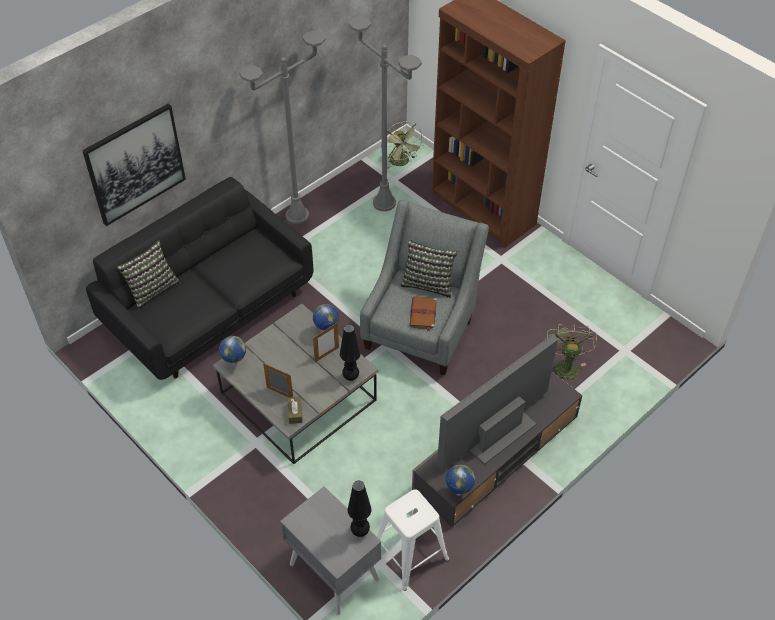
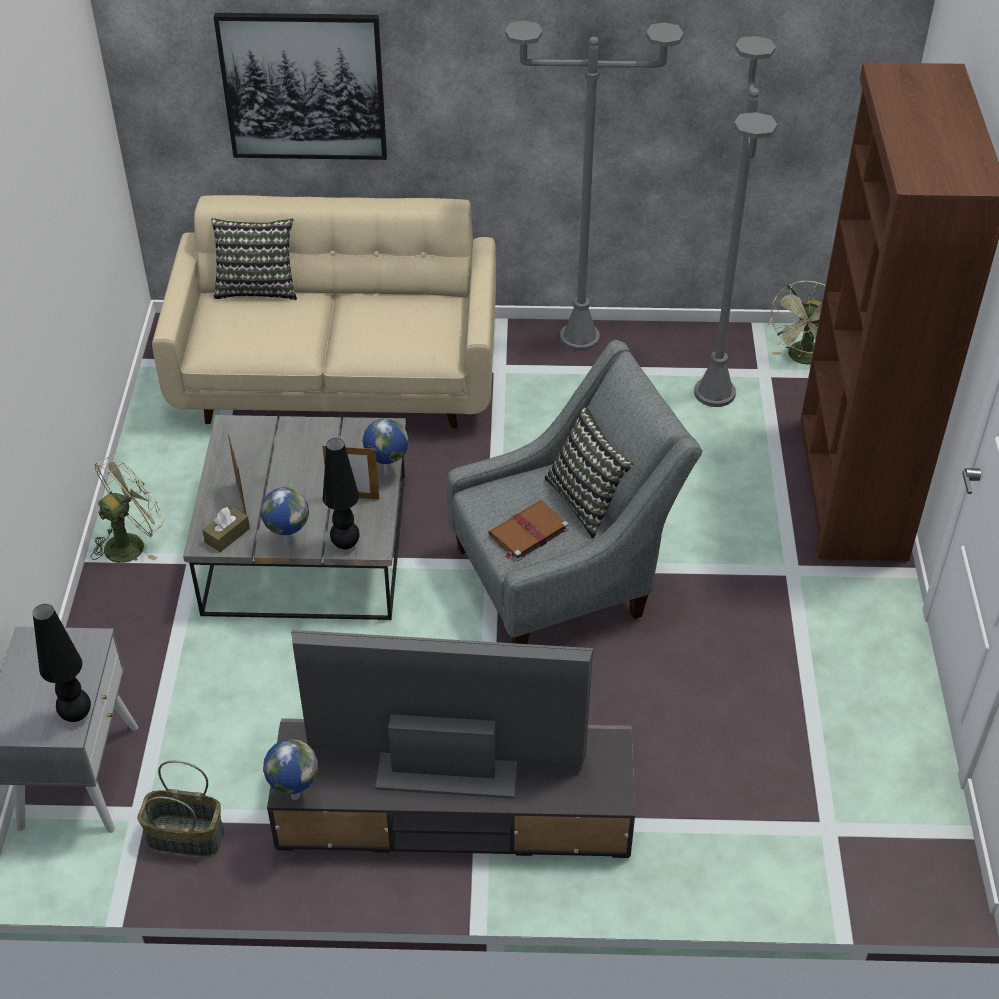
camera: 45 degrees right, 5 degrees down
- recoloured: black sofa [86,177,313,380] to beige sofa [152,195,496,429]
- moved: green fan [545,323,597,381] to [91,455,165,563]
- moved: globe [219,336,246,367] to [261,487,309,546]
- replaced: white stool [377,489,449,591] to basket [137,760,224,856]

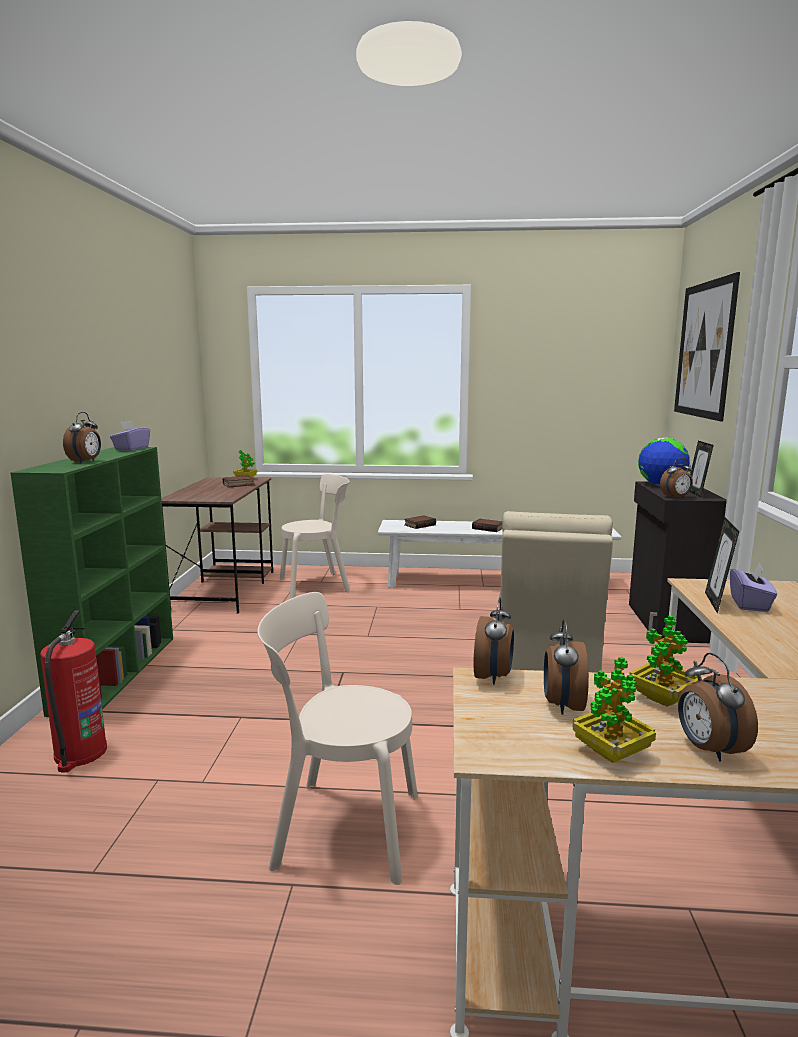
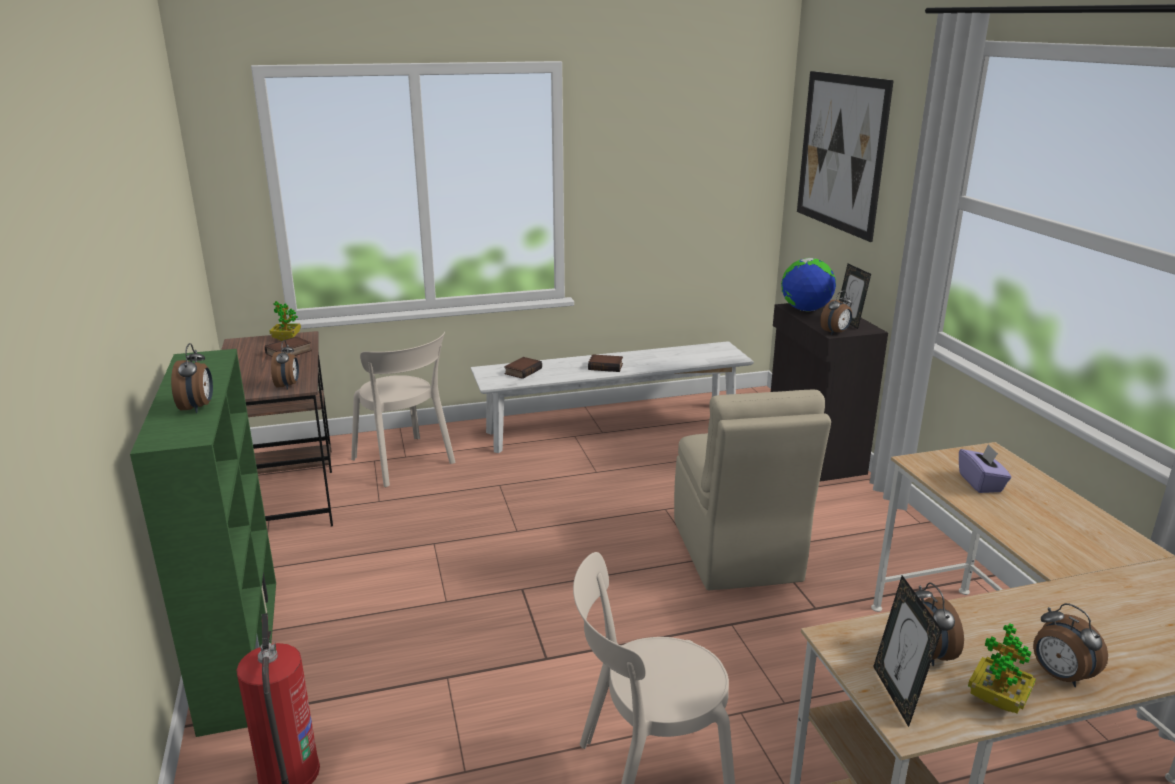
camera: 20 degrees left, 10 degrees up
- removed: purple tissue box [110,420,150,451]
- turned: beige chair [280,474,350,599] = [351,332,456,487] 90 degrees clockwise
- moved: picture frame [705,517,739,614] to [873,575,942,727]
- moved: alarm clock [474,598,514,685] to [271,340,299,390]
- removed: potted plant [629,615,698,707]

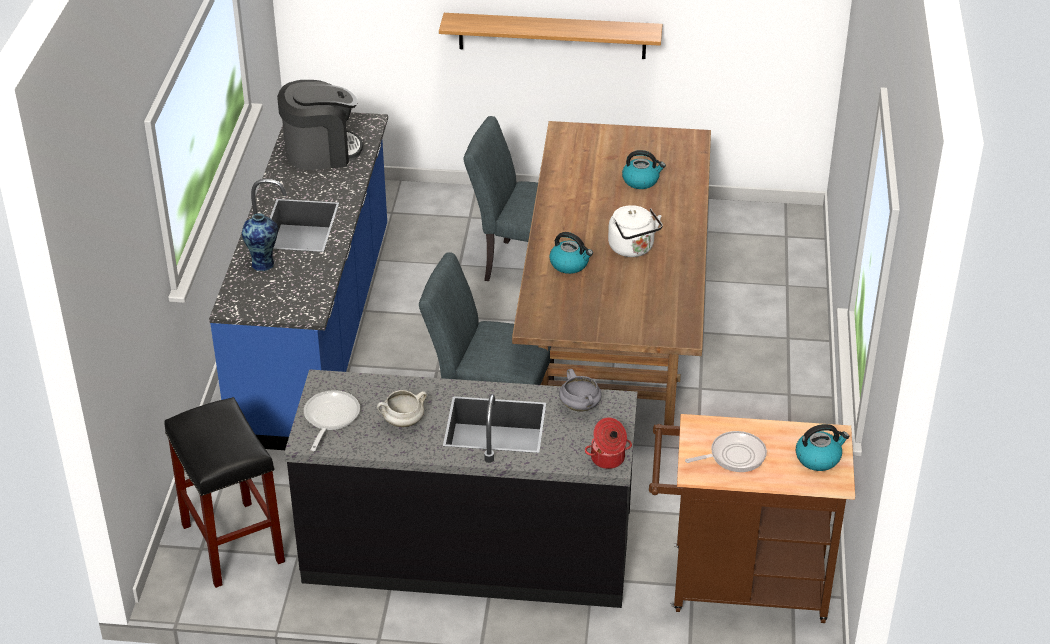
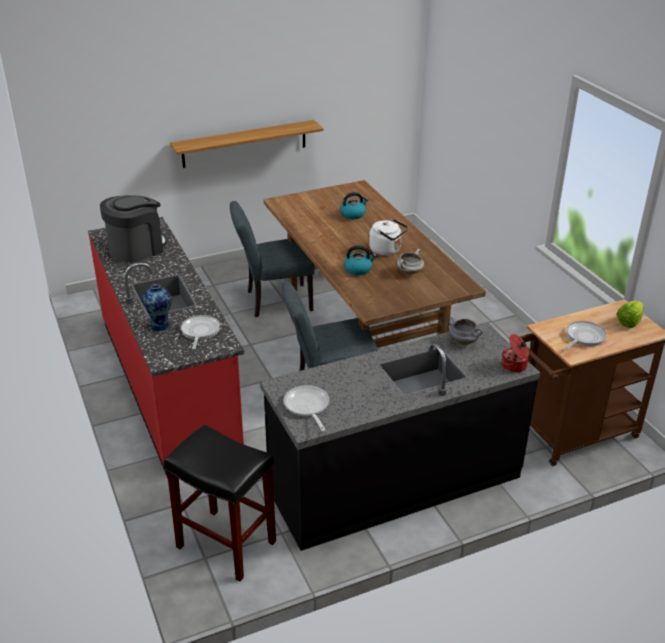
camera: 30 degrees left, 5 degrees down
- recoloured: blue counter [209,112,388,450] to red counter [88,217,244,478]
- moved: white cooking pot [377,390,427,427] to [397,249,424,274]
- replaced: kettle [796,424,849,471] to lettuce [617,301,644,328]
- added: frying pan [181,315,220,349]

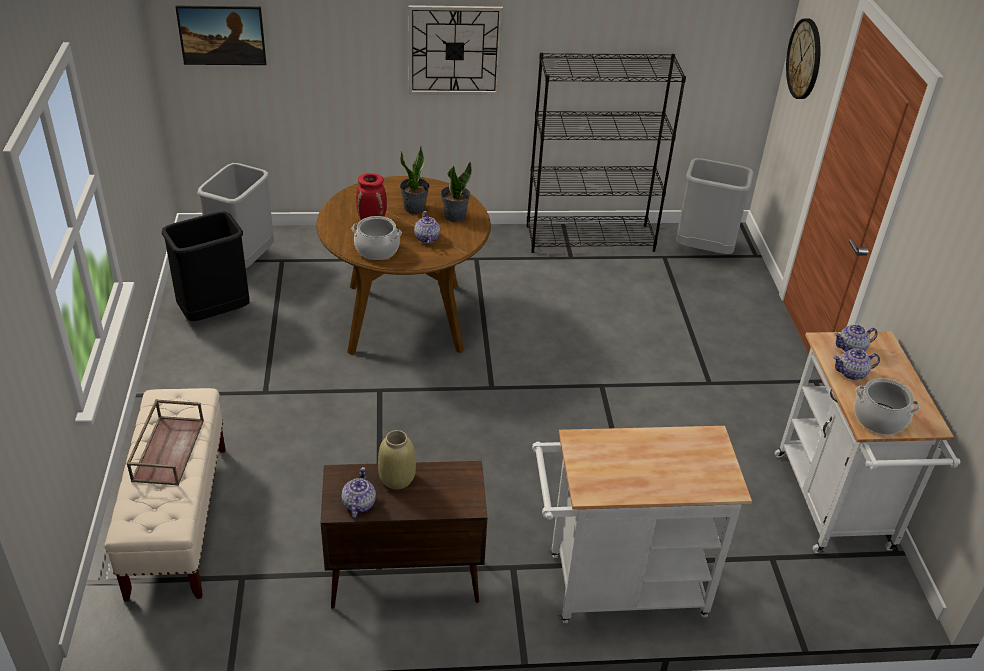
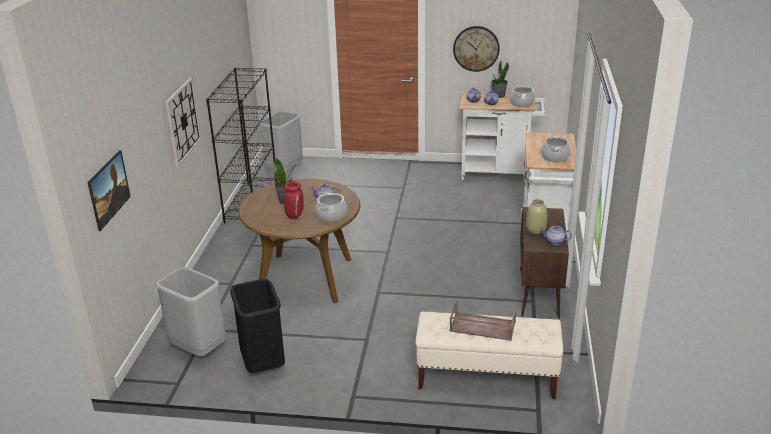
camera: 75 degrees left, 10 degrees down
- moved: wall clock [786,18,821,99] to [453,26,500,72]
- moved: potted plant [441,162,472,222] to [491,61,509,98]
- added: cooking pot [541,137,571,162]

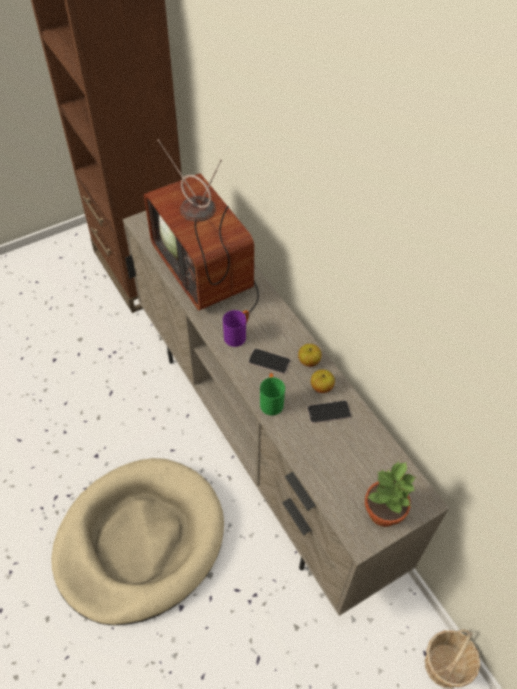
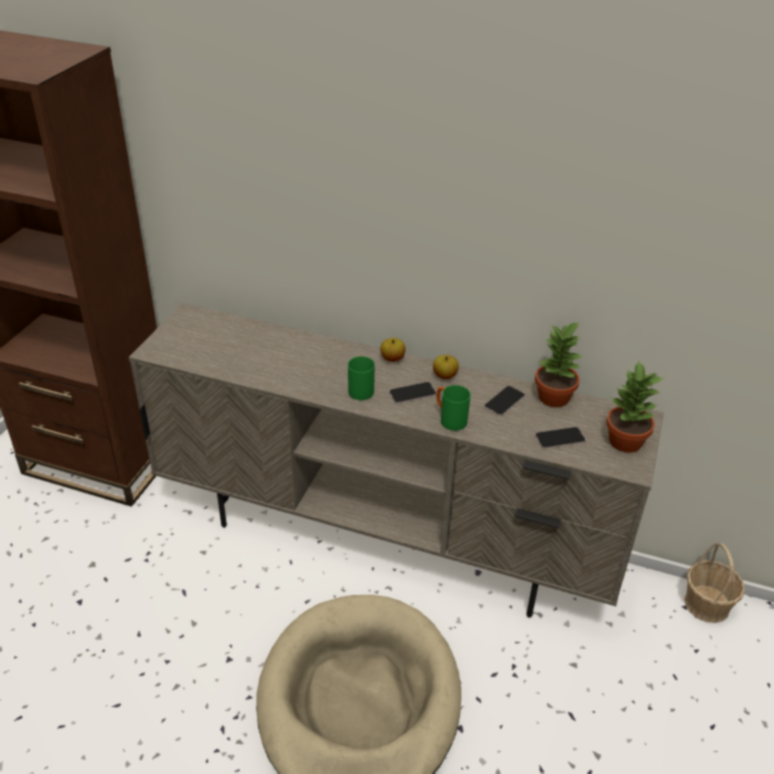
camera: 40 degrees left, 15 degrees down
- removed: television [144,139,259,316]
- recoloured: purple mug [223,310,249,347] to green mug [348,355,375,400]
- moved: apple [311,369,335,393] to [380,338,406,362]
- added: potted plant [535,321,581,407]
- added: phone [535,427,586,449]

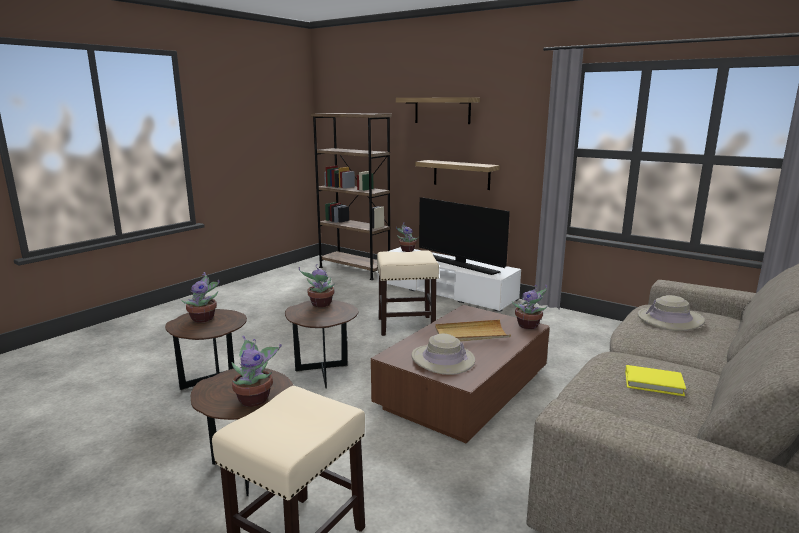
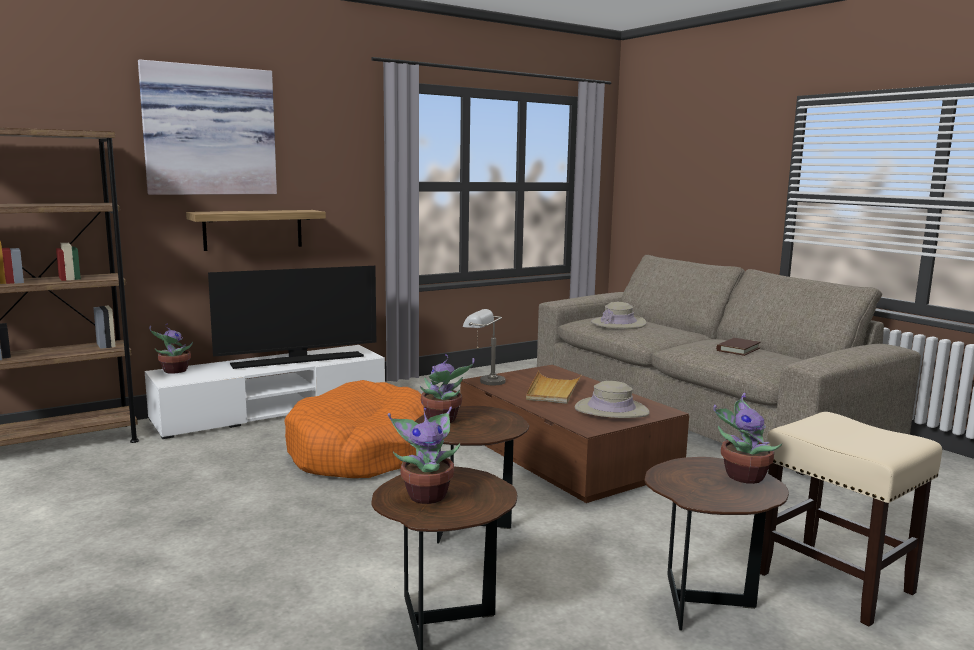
camera: 70 degrees left, 5 degrees down
- replaced: shelf [396,97,480,124] to picture [138,59,277,195]
- replaced: beige stool [377,250,439,336] to orange dog bed [284,380,425,478]
- removed: potted plant [512,285,548,329]
- recoloured: yellow book [625,365,686,396] to brown book [716,338,761,356]
- added: grey table lamp [463,309,505,385]

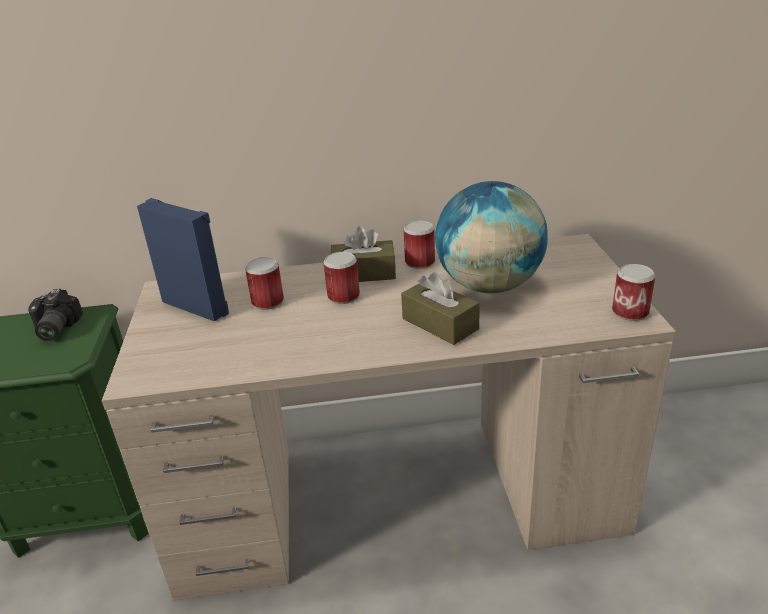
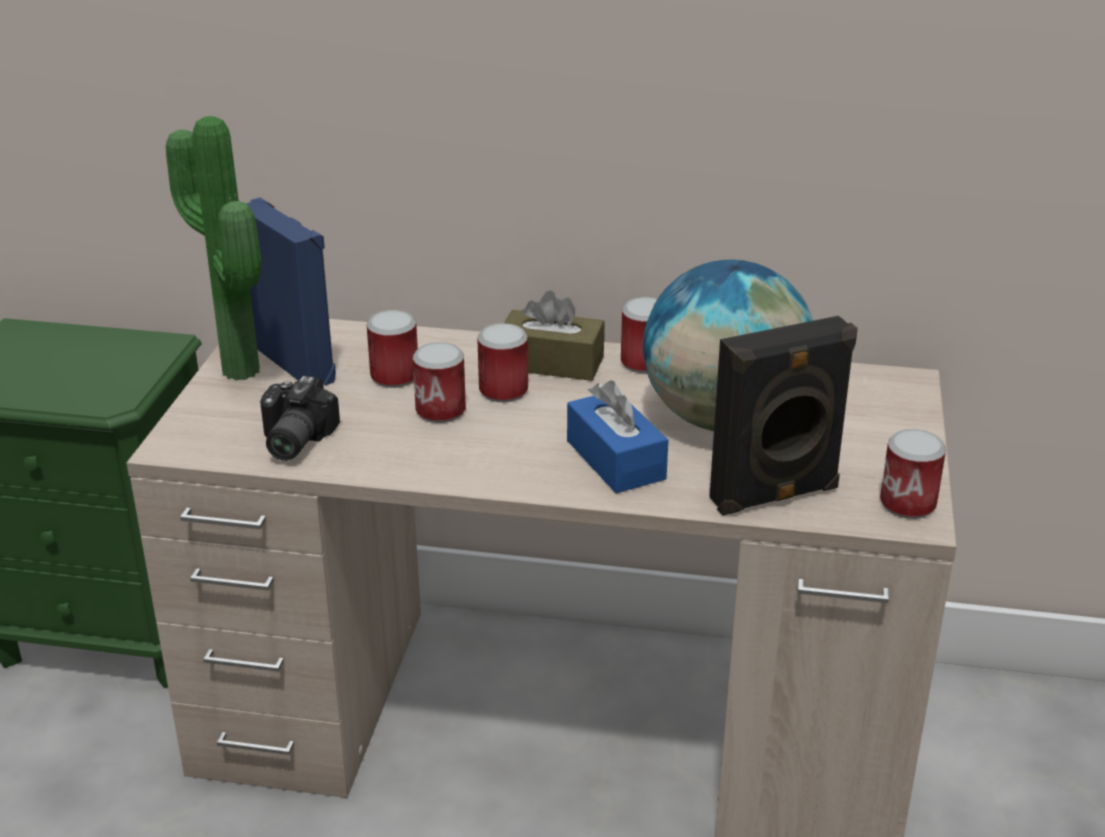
camera: 15 degrees right, 0 degrees up
- recoloured: brown tissue box [401,271,480,345] to blue tissue box [567,380,668,493]
- moved: photo camera [28,289,83,341] to [260,376,340,461]
- added: potted plant [166,116,261,380]
- added: black speaker [709,316,858,516]
- added: can [413,342,466,423]

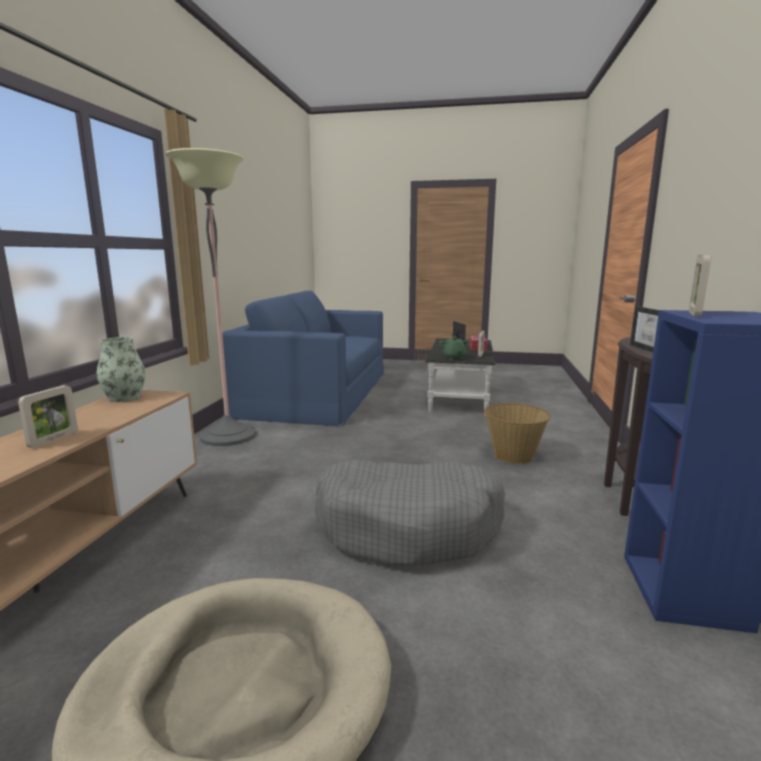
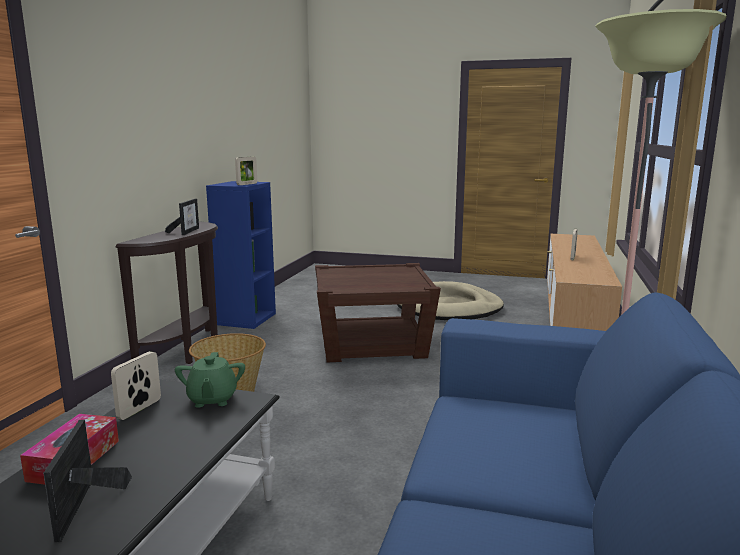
camera: 175 degrees left, 0 degrees up
- removed: vase [96,337,146,402]
- replaced: grey dog bed [315,460,505,567] to brown side table [315,263,441,362]

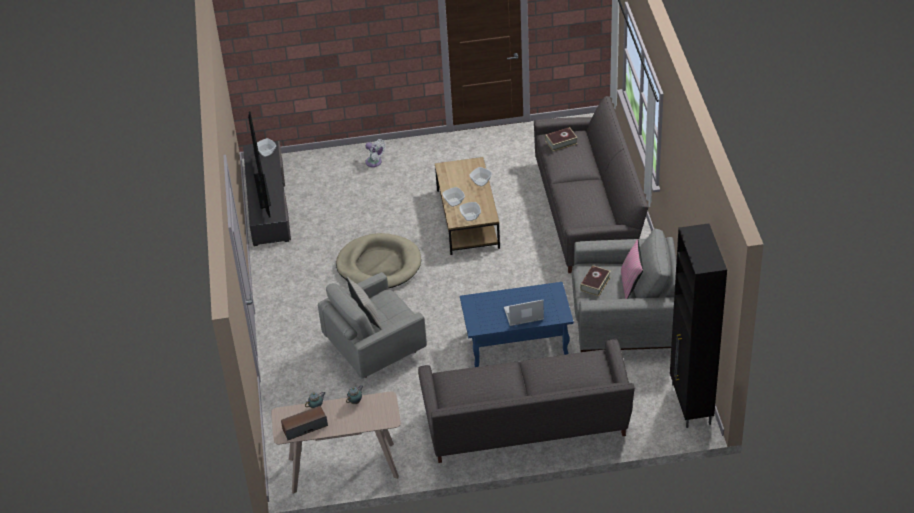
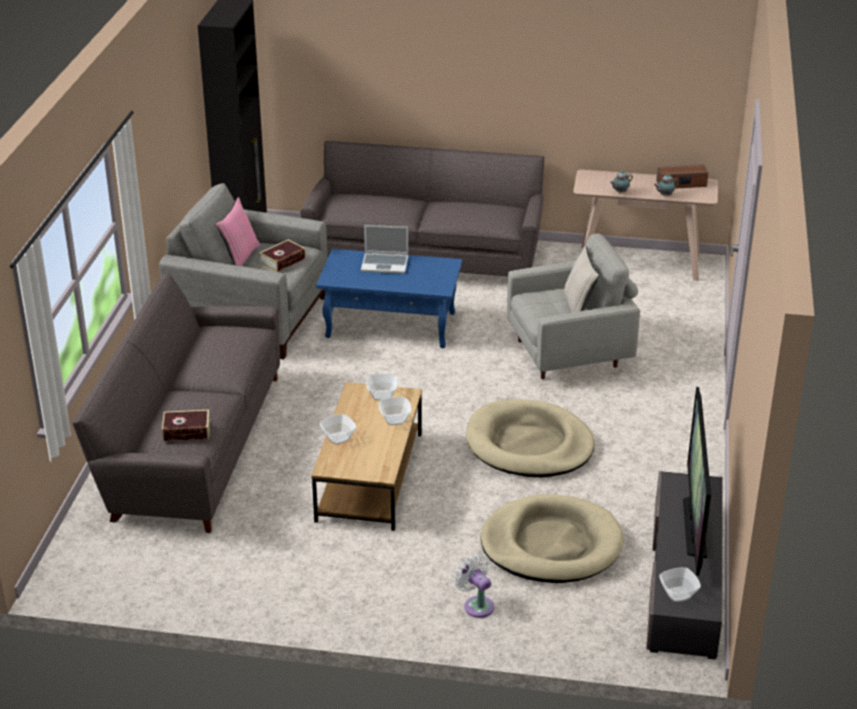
camera: 165 degrees left, 10 degrees down
- added: beige dog bed [481,494,624,583]

